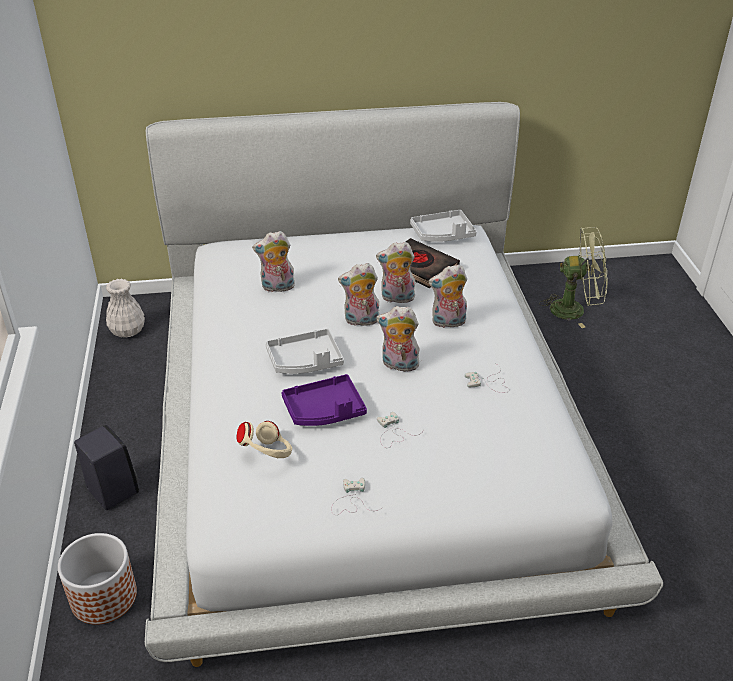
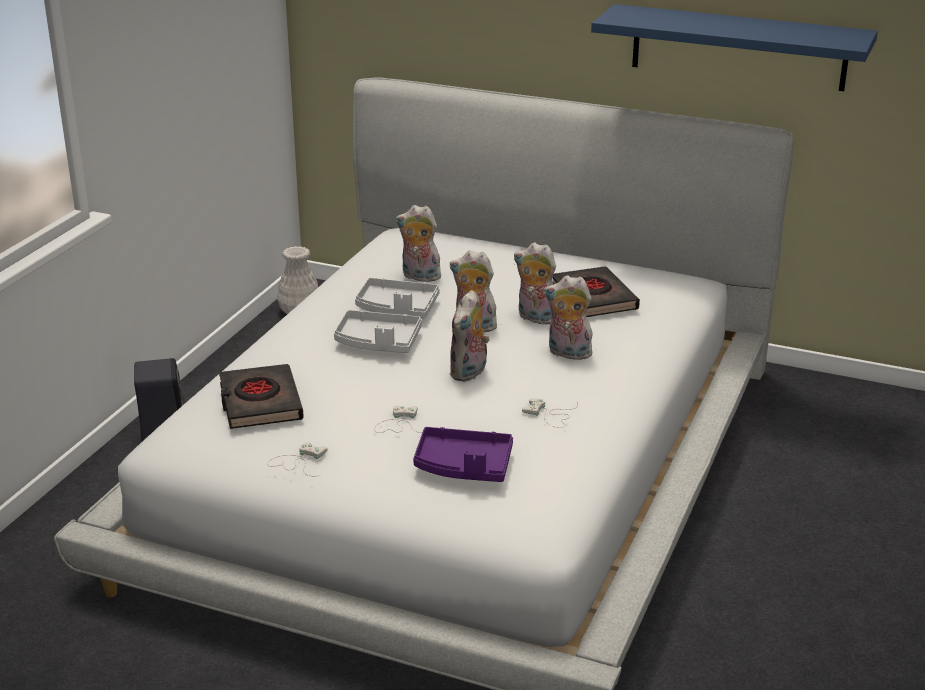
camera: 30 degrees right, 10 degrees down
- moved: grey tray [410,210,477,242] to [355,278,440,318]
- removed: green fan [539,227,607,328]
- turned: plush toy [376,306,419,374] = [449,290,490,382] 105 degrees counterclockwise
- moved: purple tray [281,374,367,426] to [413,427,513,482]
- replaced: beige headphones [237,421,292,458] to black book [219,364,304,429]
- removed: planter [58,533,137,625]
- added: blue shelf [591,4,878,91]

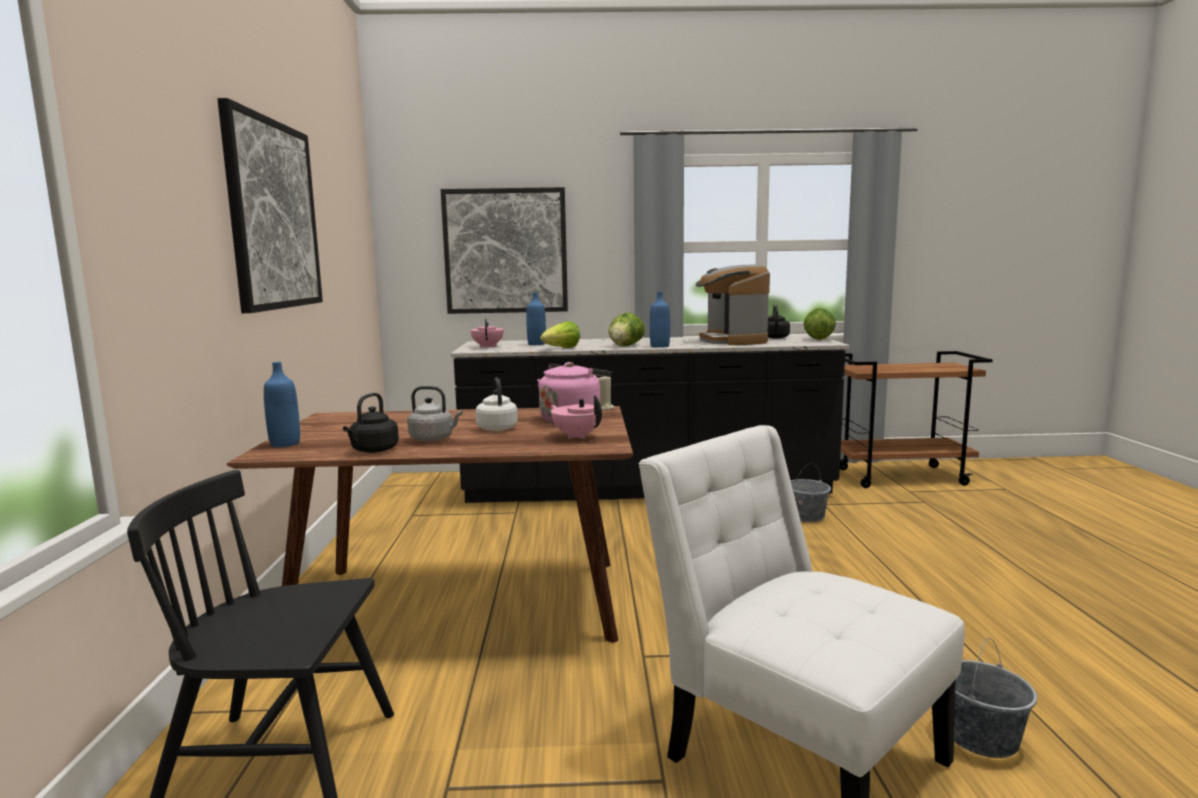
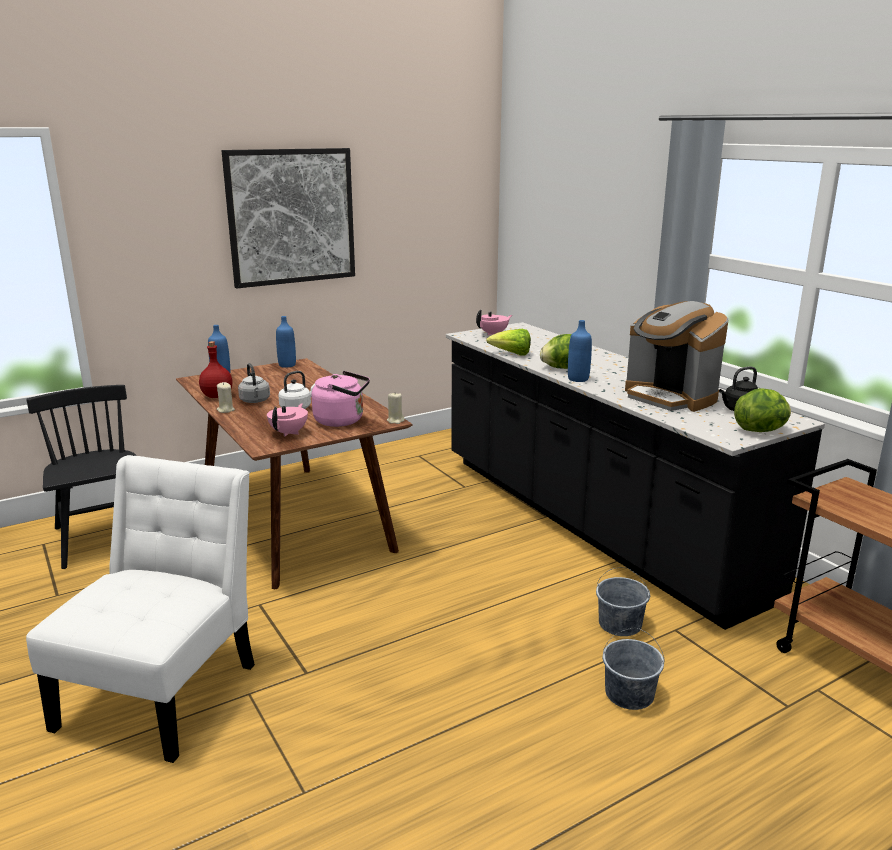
camera: 60 degrees right, 10 degrees up
- removed: picture [441,187,568,314]
- turned: coffee machine [696,264,770,345] = [625,301,729,412] 90 degrees counterclockwise
- moved: blue bottle [526,292,546,345] to [276,316,296,368]
- replaced: black kettle [343,393,399,453] to red bottle [199,341,232,398]
- moved: grey bucket [954,638,1037,758] to [602,628,665,710]
- added: beige candle [217,382,235,413]

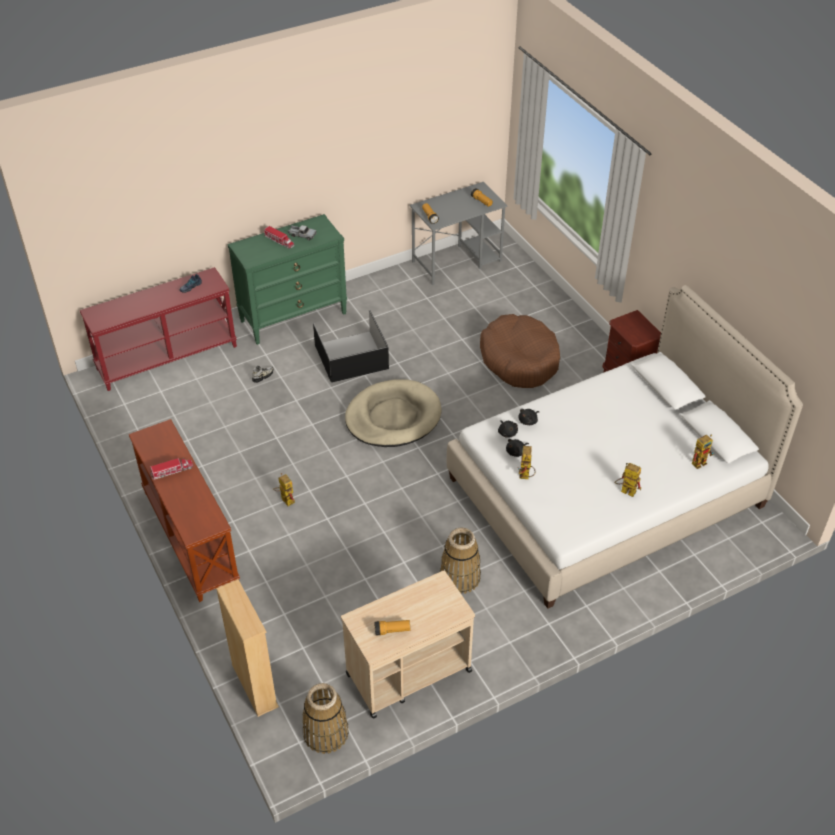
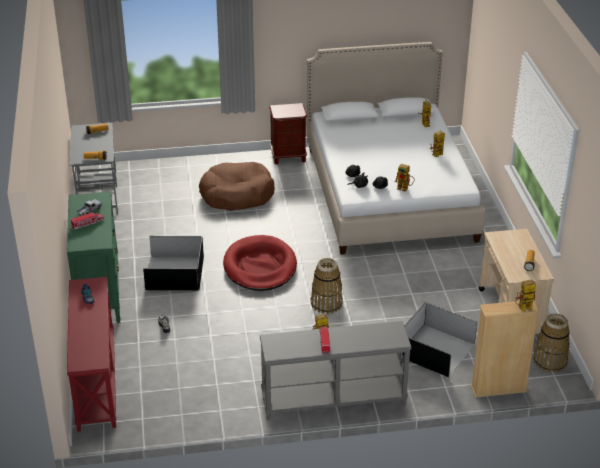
camera: 70 degrees left, 10 degrees down
- recoloured: beige dog bed [345,379,442,447] to red dog bed [223,235,297,291]
- recoloured: brown console table [129,419,240,602] to grey console table [260,321,411,421]
- moved: basket [440,528,481,594] to [311,258,343,314]
- added: toy robot [515,280,536,311]
- added: black storage box [402,302,477,377]

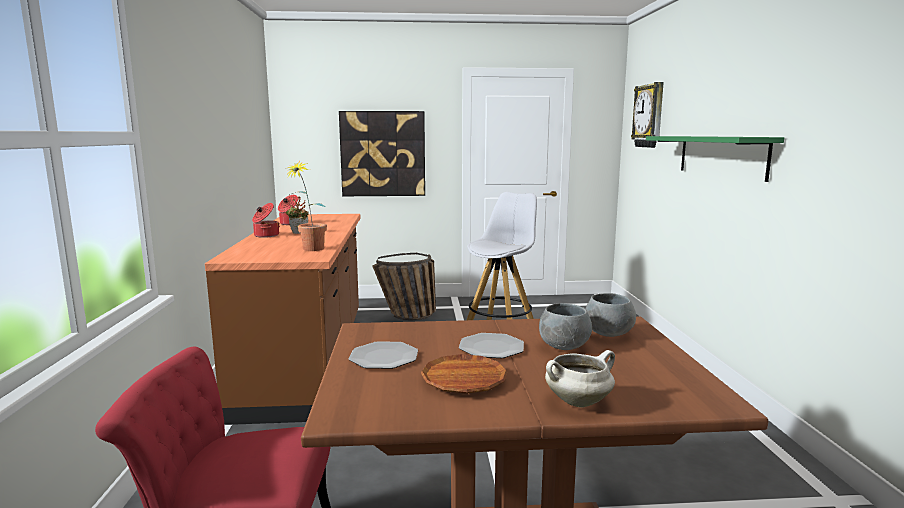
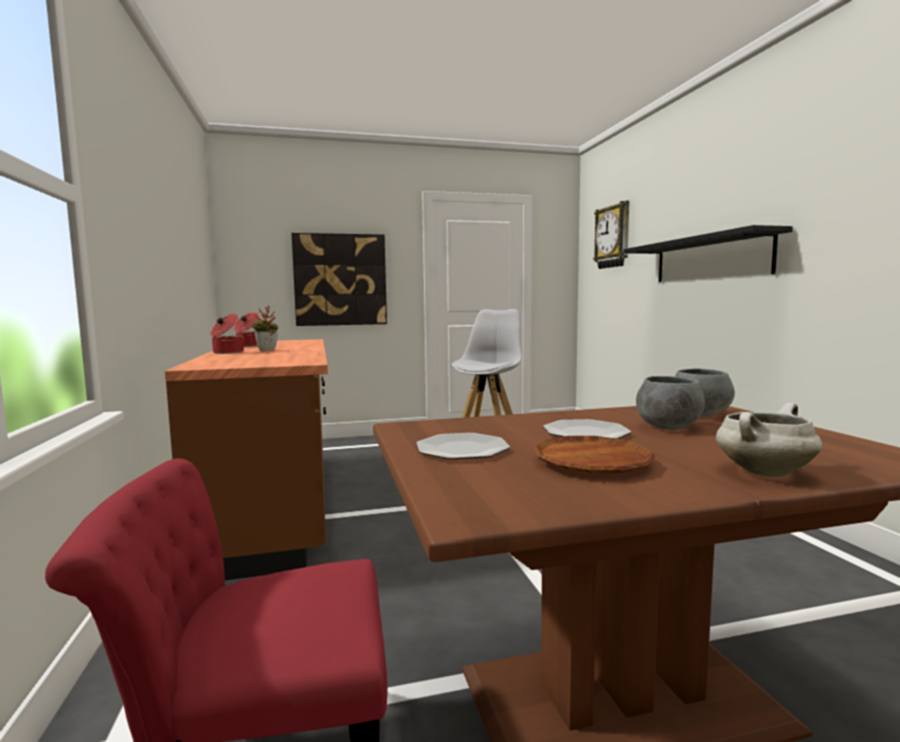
camera: 10 degrees left, 5 degrees down
- recoloured: green shelf [646,136,784,182] to black shelf [623,225,793,282]
- removed: potted plant [286,161,327,251]
- removed: basket [372,253,436,320]

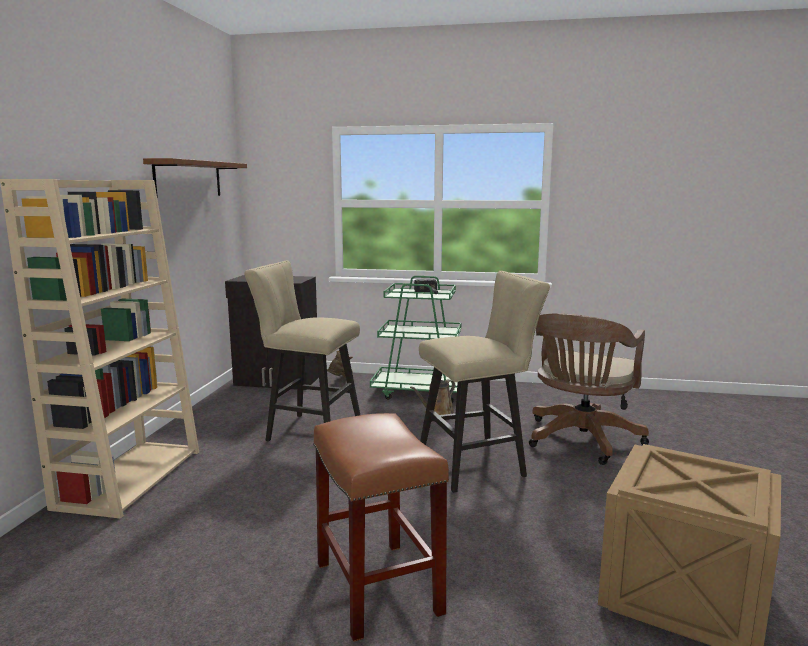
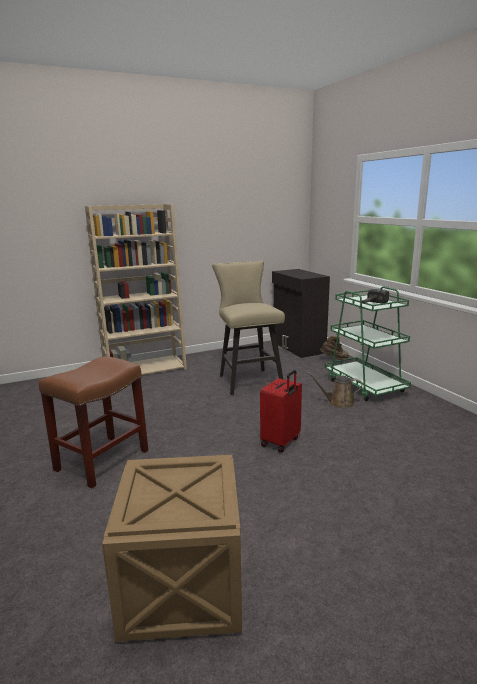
camera: 55 degrees right, 5 degrees up
- removed: brown shelf [143,158,247,198]
- replaced: beige stool [419,271,550,493] to red suitcase [260,370,302,453]
- removed: brown office chair [529,313,649,465]

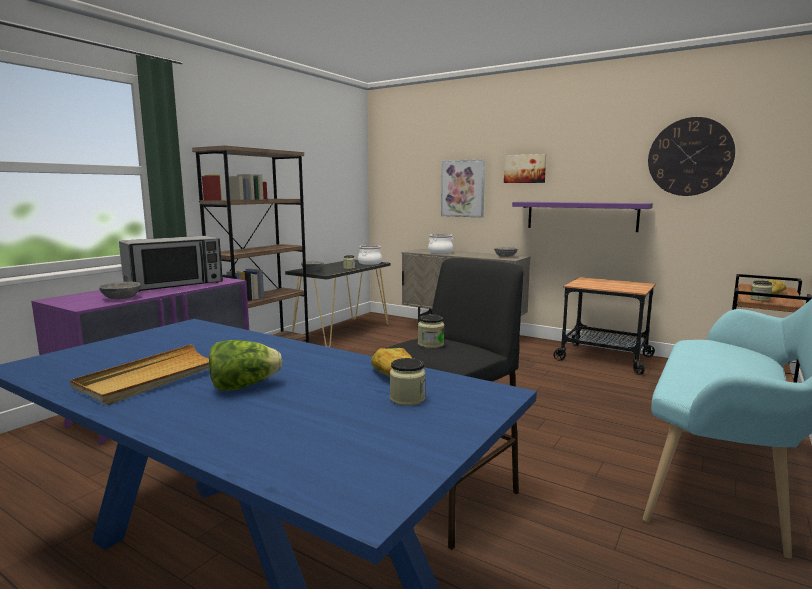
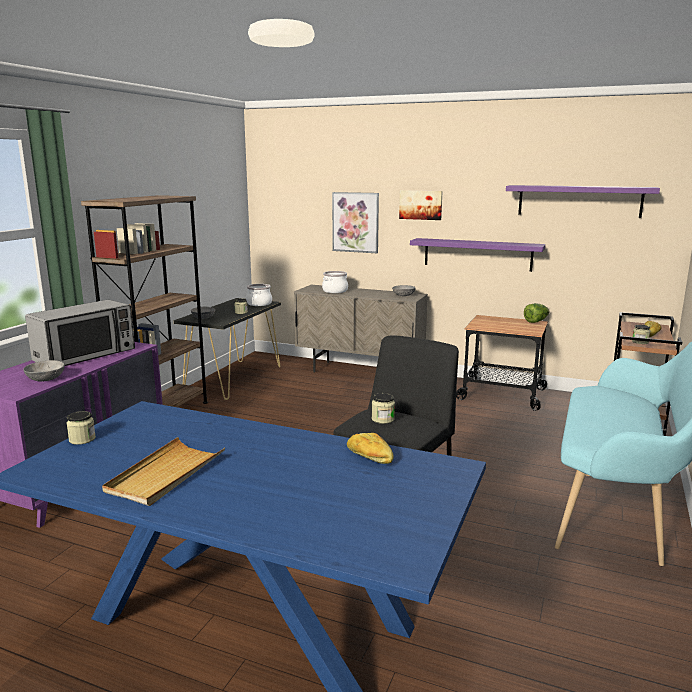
camera: 10 degrees left, 5 degrees up
- replaced: wall clock [648,117,735,196] to purple shelf [506,185,660,218]
- moved: lettuce [209,340,282,391] to [524,303,549,323]
- moved: jar [390,358,426,406] to [66,411,96,445]

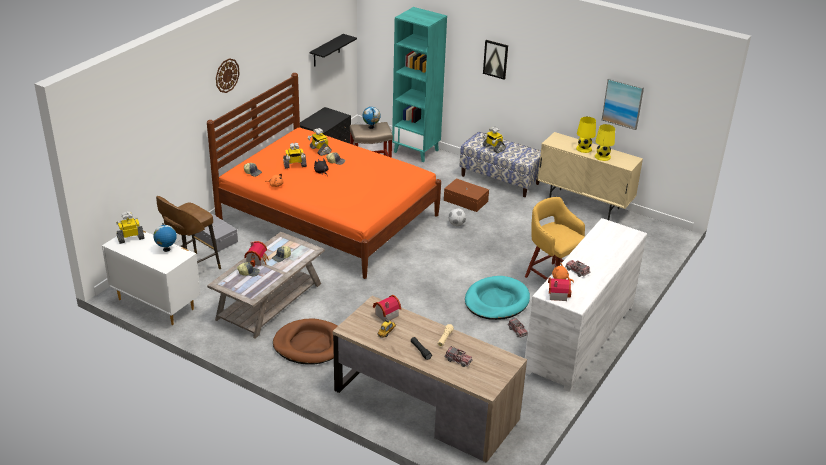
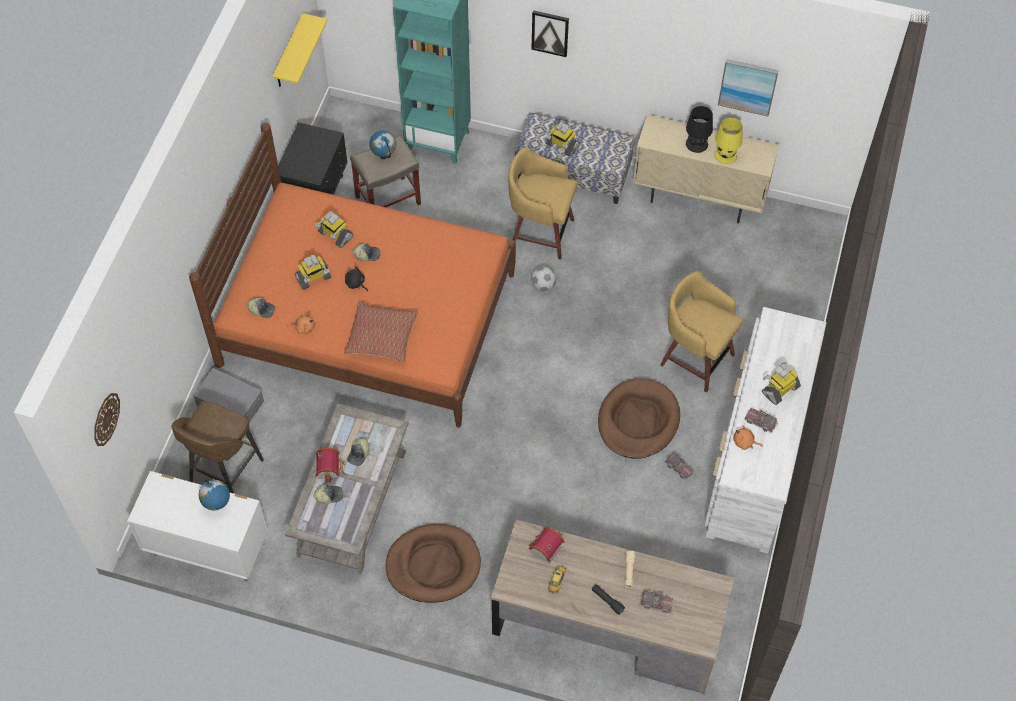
camera: 15 degrees left, 25 degrees up
- recoloured: black shelf [310,34,357,67] to yellow shelf [272,13,328,87]
- moved: wall clock [216,58,239,93] to [94,393,120,446]
- recoloured: yellow table lamp [576,117,596,153] to black table lamp [686,106,713,153]
- replaced: brown storage box [444,178,489,212] to yellow stool [508,147,577,260]
- moved: toy robot [116,212,145,244] to [762,362,801,405]
- recoloured: turquoise dog bed [465,276,530,320] to brown dog bed [598,378,680,459]
- removed: toy house [548,277,571,301]
- added: pillow [344,301,418,363]

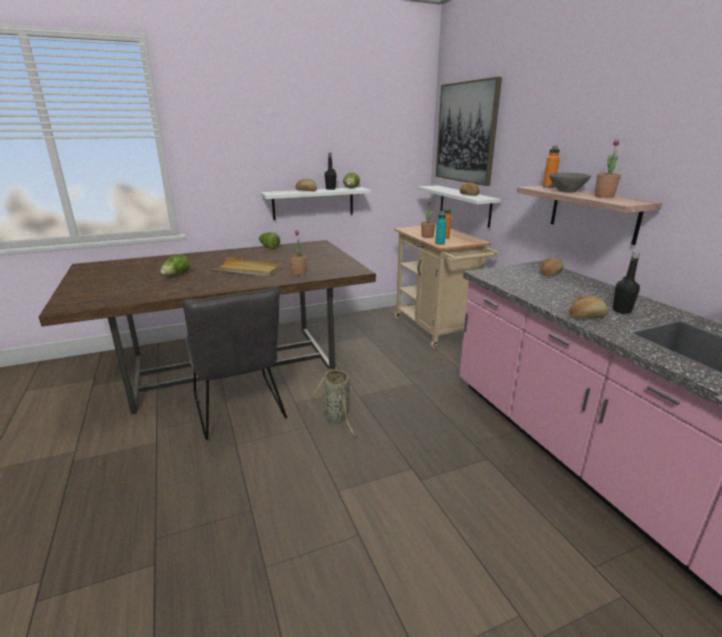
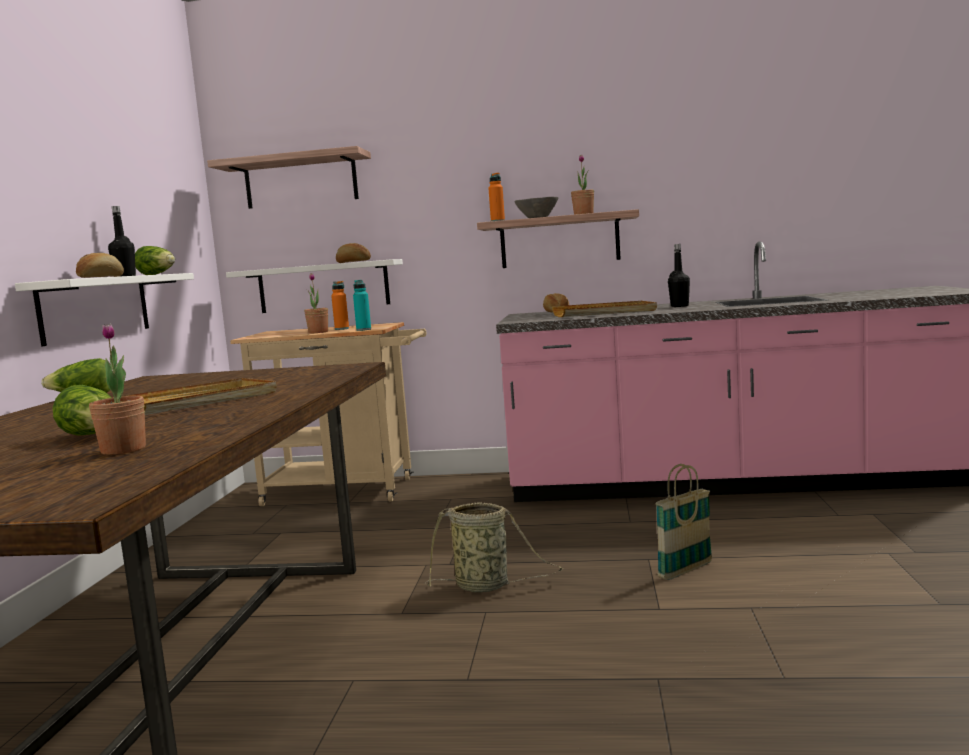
camera: 60 degrees left, 15 degrees down
- replaced: picture [436,77,502,186] to shelf [207,146,371,209]
- moved: potted plant [289,230,307,275] to [89,323,146,455]
- removed: grey chair [182,286,287,440]
- removed: bread [569,296,608,318]
- added: beige tray [552,301,657,317]
- added: basket [655,464,712,580]

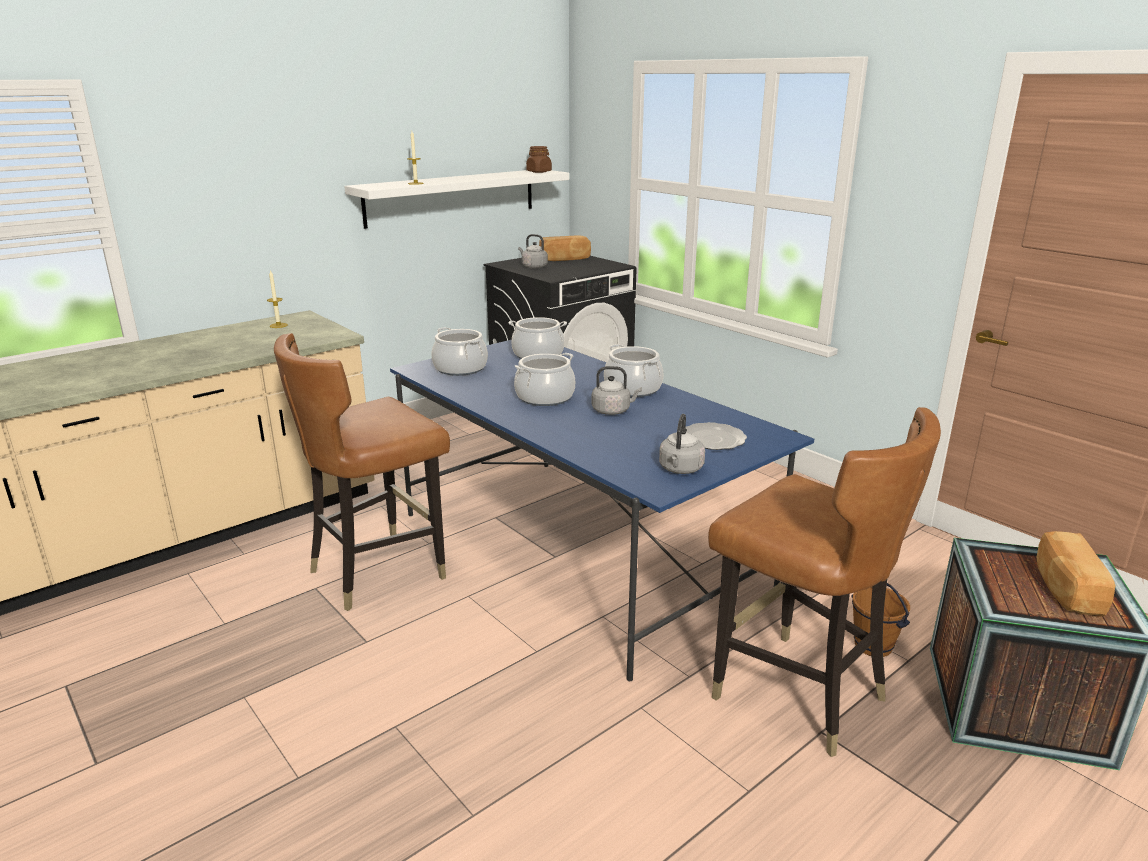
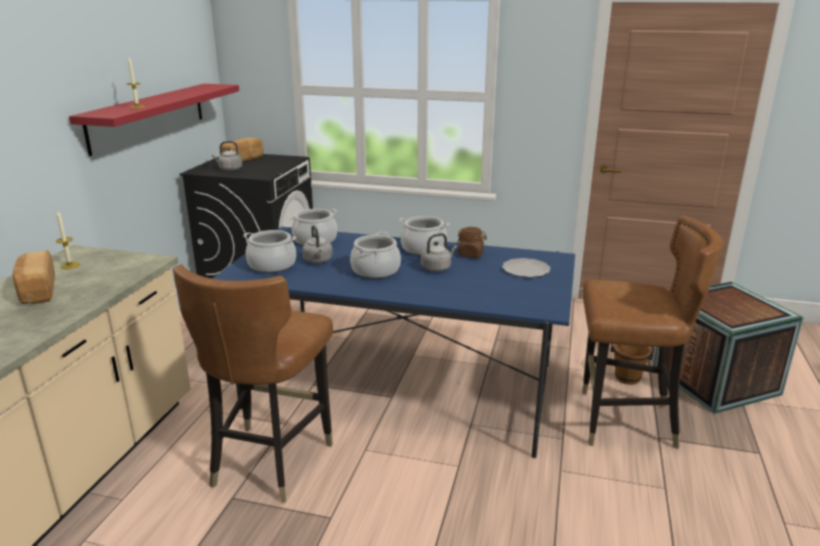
camera: 35 degrees left, 0 degrees up
- moved: brown jar [526,146,552,173] to [456,227,487,258]
- recoloured: white shelf [344,170,569,229] to red shelf [69,84,239,156]
- moved: grey kettle [659,414,705,474] to [303,225,333,264]
- moved: bread [1037,531,1116,616] to [13,250,55,304]

